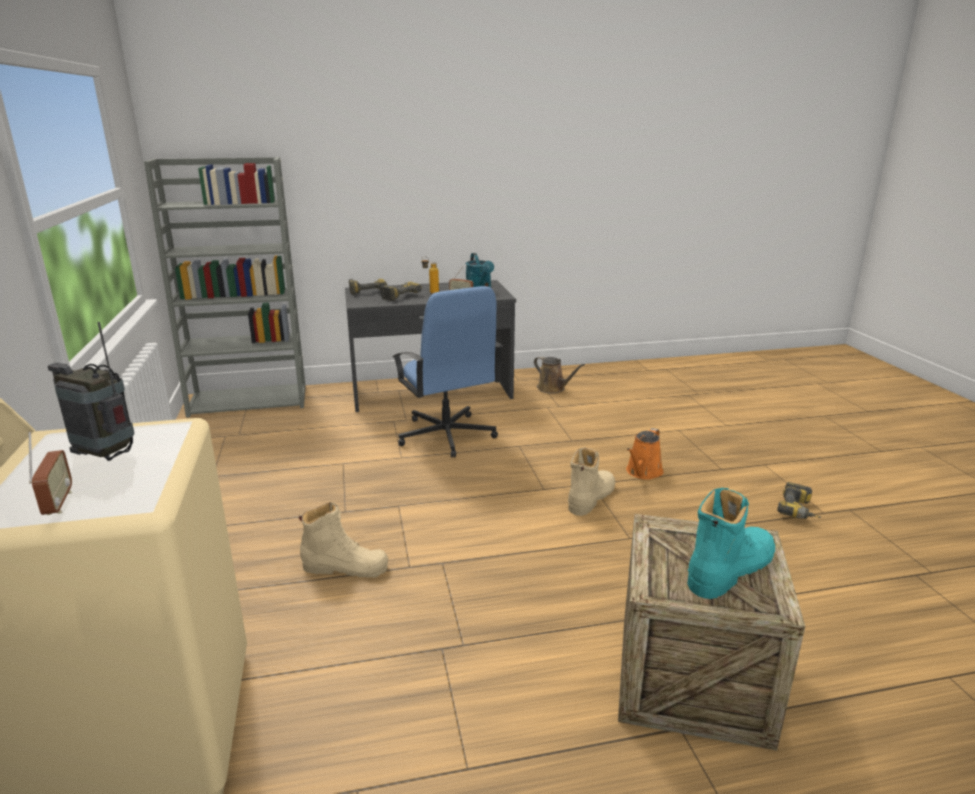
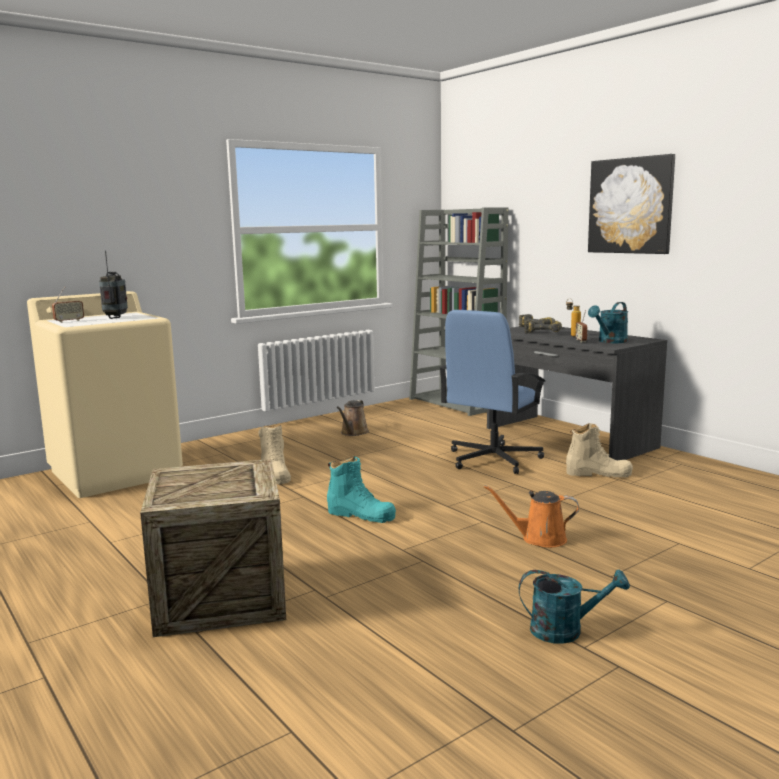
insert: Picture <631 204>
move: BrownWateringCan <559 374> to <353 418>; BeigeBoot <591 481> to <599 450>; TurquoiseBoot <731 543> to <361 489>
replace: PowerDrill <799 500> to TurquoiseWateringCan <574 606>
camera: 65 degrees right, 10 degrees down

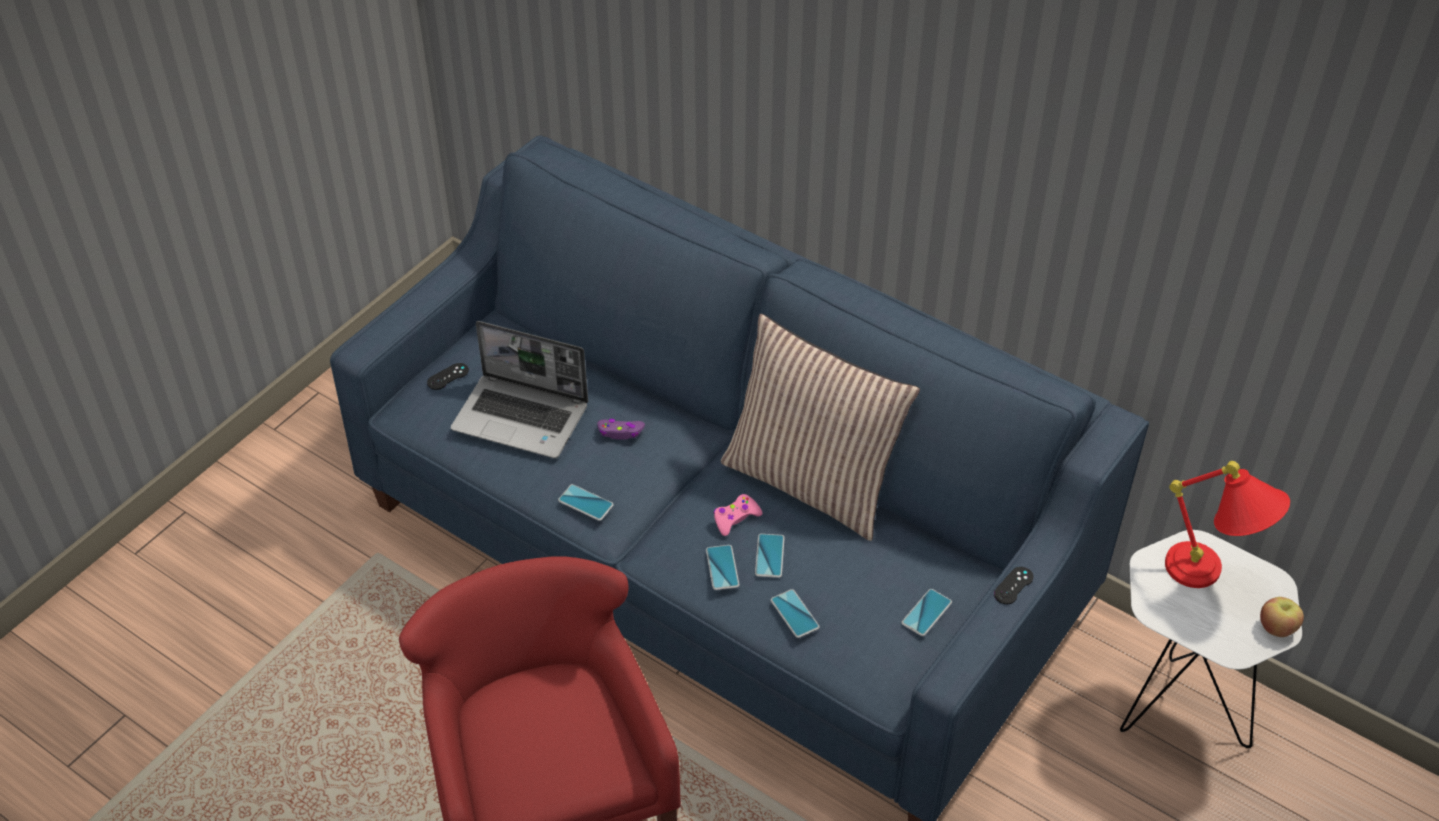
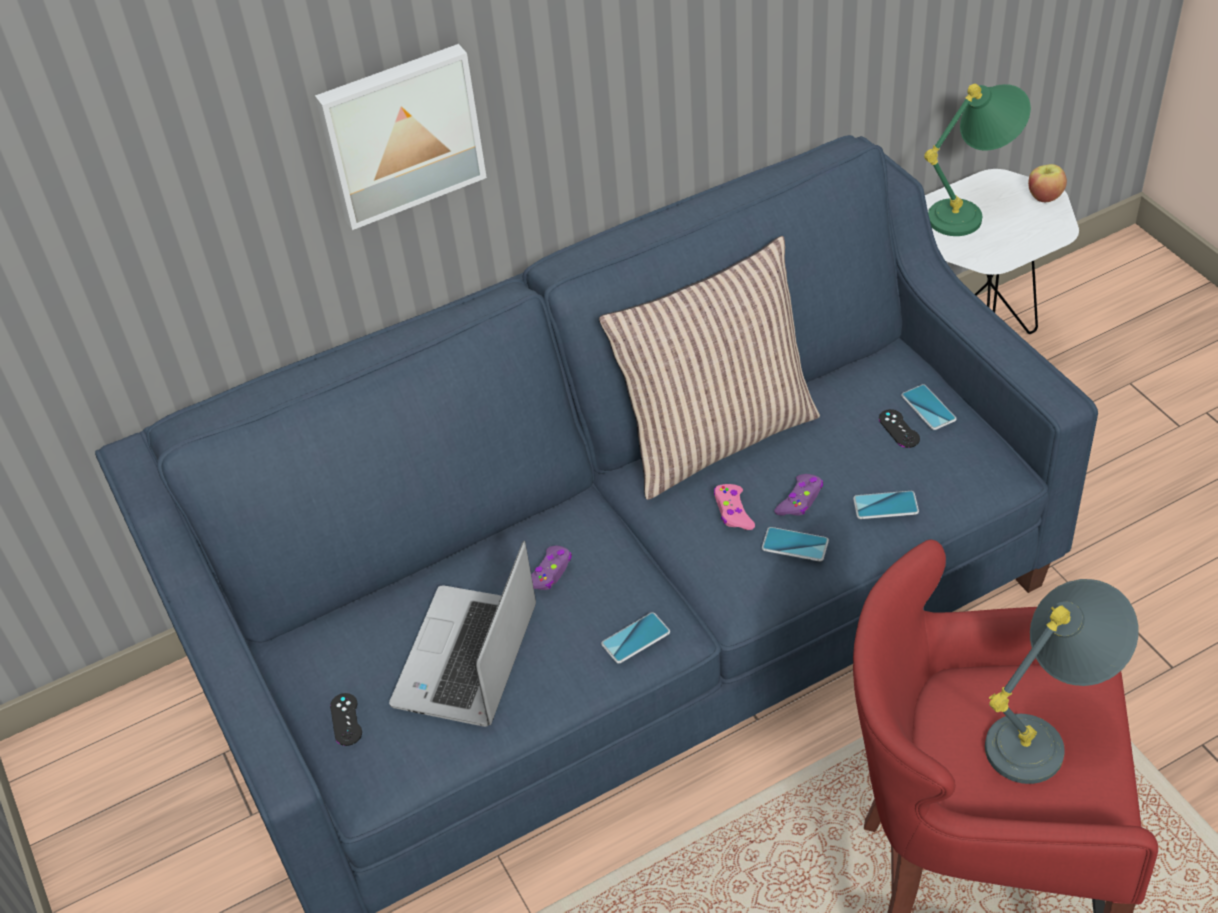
insert: Picture <401 137>; GreyTableLamp <1061 681>
move: BlackGameController <1013 585> to <899 428>
replace: Phone <769 556> to PurpleGameController <798 495>
recolor: RedTableLamp <1227 524> to GreenTableLamp <977 160>
rotate: Laptop <519 389> = <462 634> 150 degrees clockwise
camera: 60 degrees left, 0 degrees up

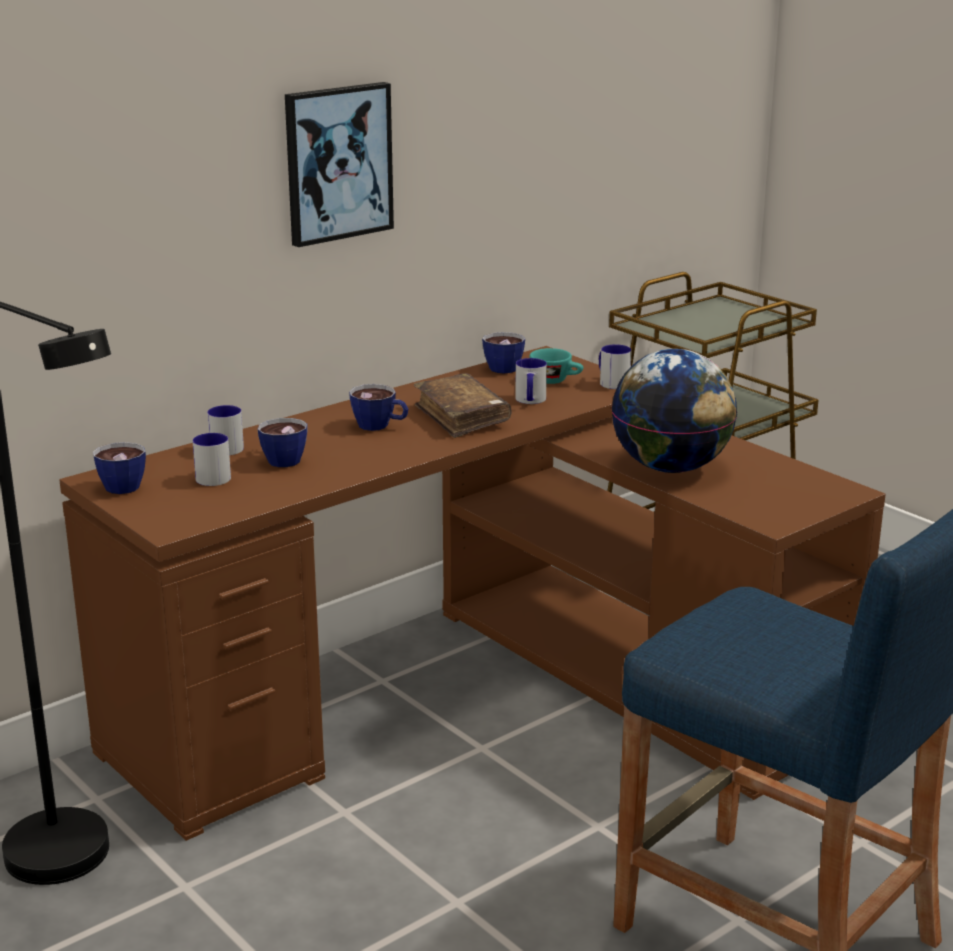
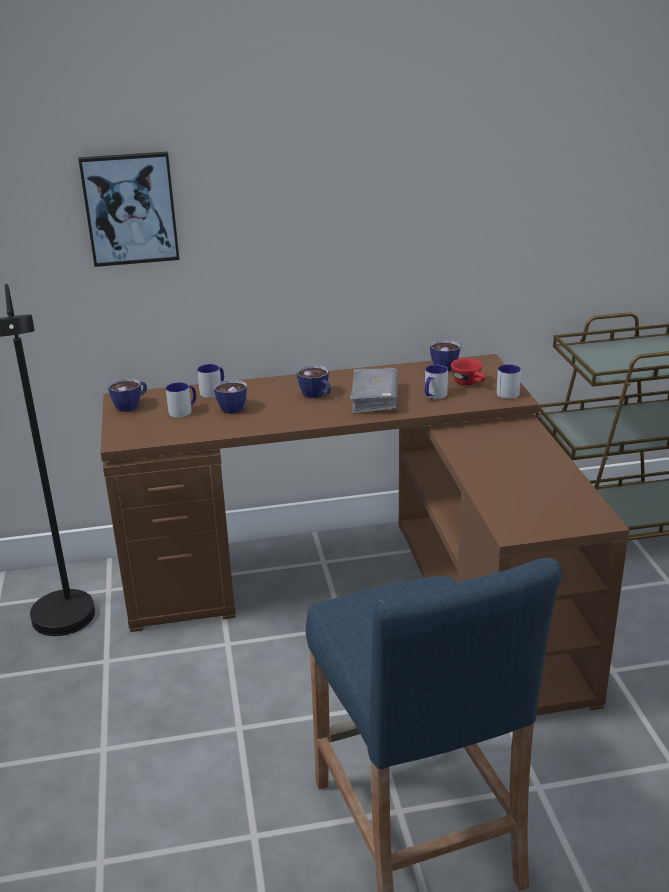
delete: Globe <674 411>
move: Picture <339 164> to <129 209>
recolor: BrownBook <463 405> to GreyBook <374 391>; TurquoiseCup <556 366> to RedCup <468 372>
camera: 30 degrees right, 5 degrees up

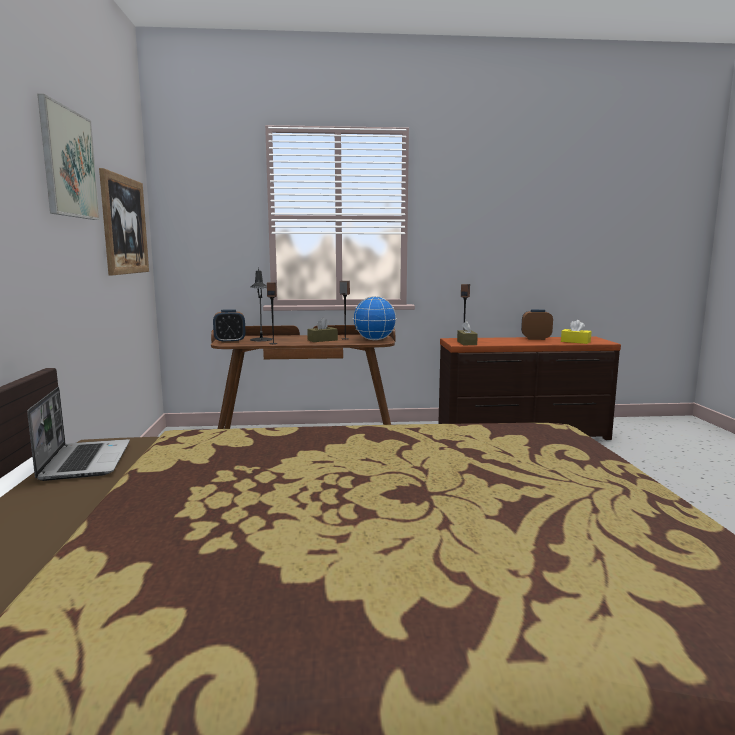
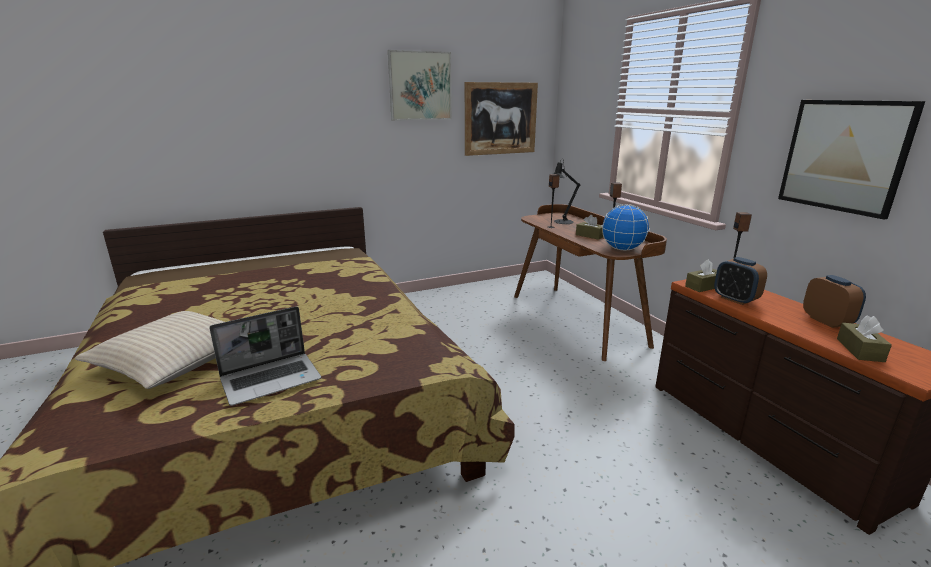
insert: BeigePillow <149 350>; Picture <851 160>
move: Laptop <78 434> to <265 356>; AlarmClock <229 326> to <740 281>
recolor: YellowTissueBox <576 332> to BrownTissueBox <864 338>
camera: 70 degrees right, 10 degrees up

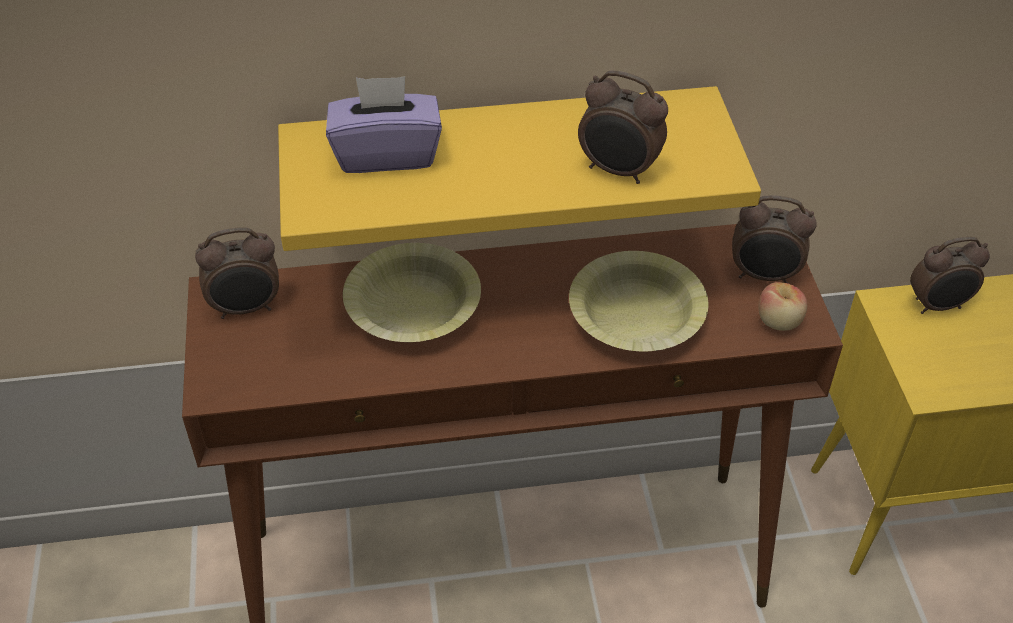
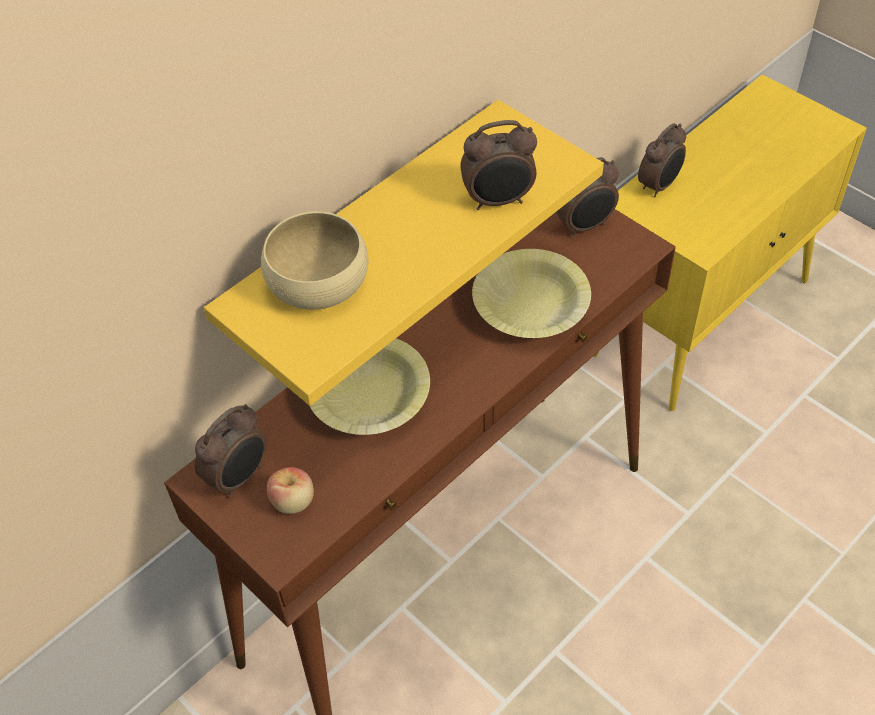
move: Apple <782 306> to <290 490>
replace: PurpleTissueBox <384 124> to BeigeBowl <314 260>
camera: 35 degrees left, 5 degrees up

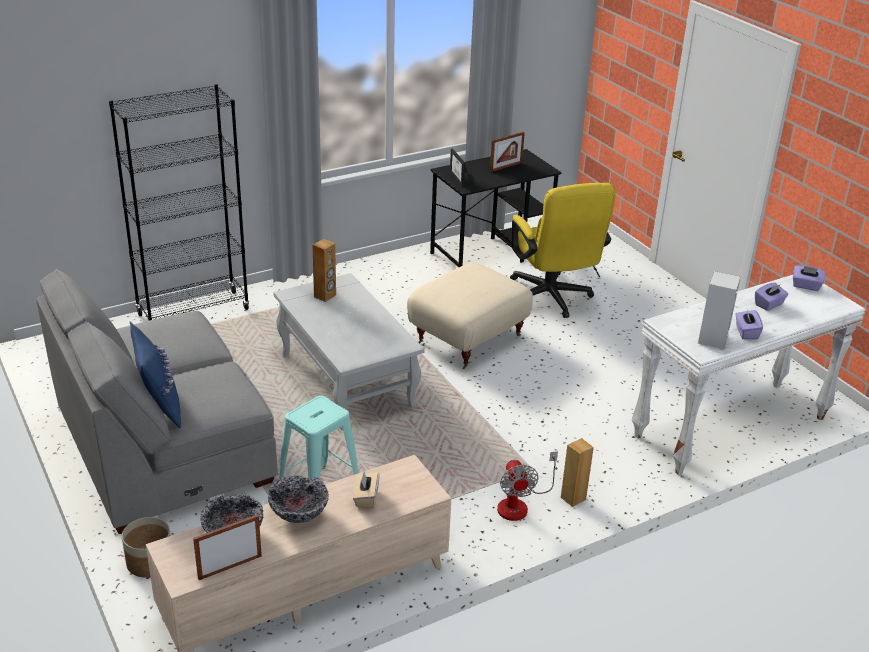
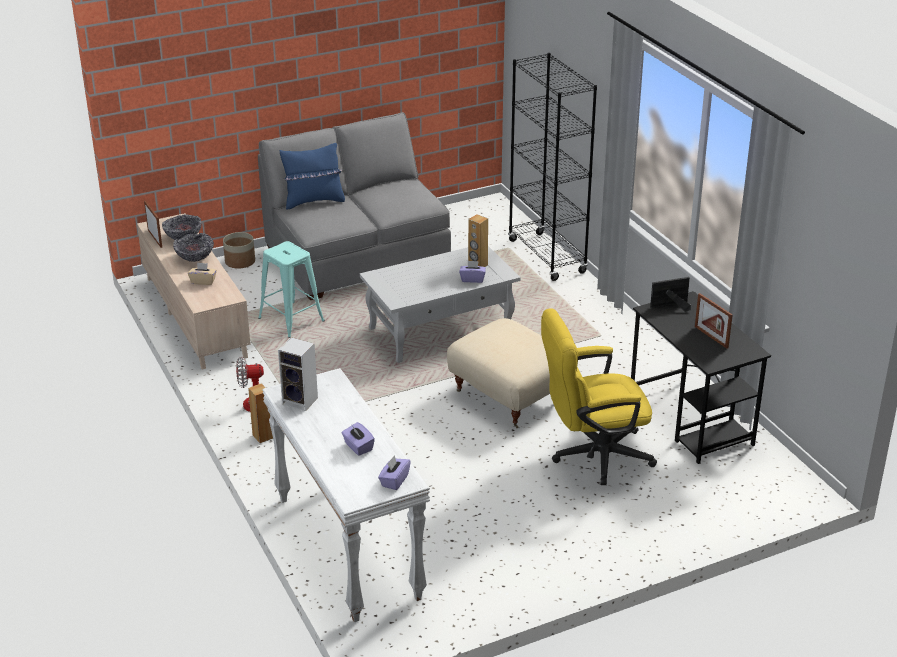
move: PurpleTissueBox <749 325> to <472 272>
camera: 95 degrees right, 0 degrees up

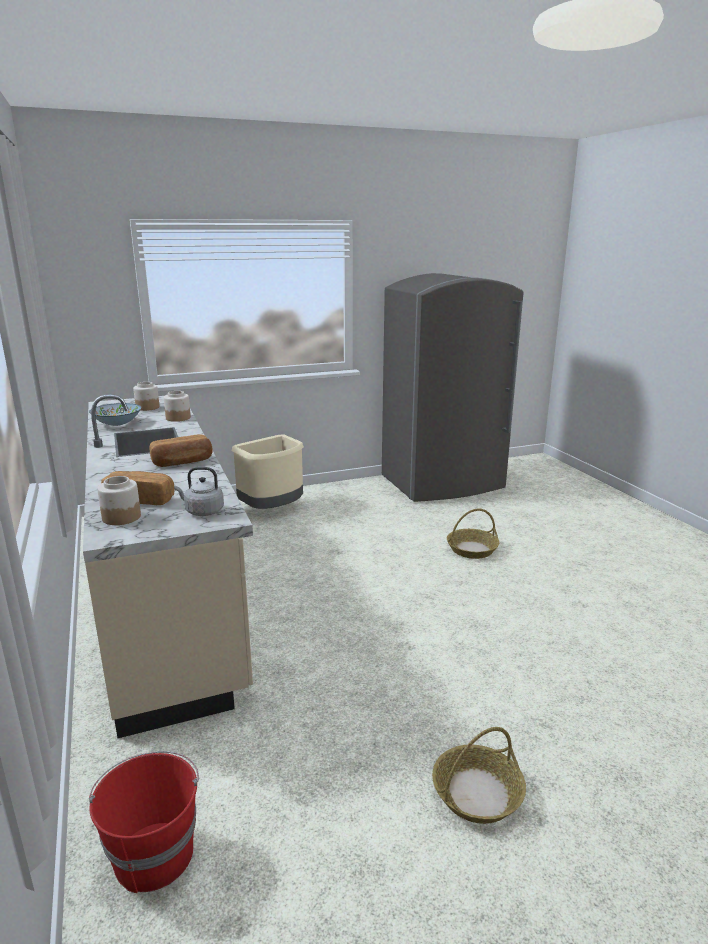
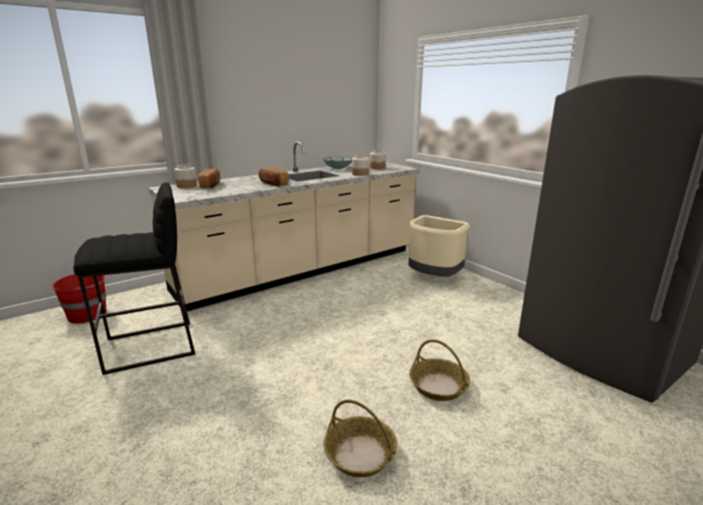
delete: GreyKettle <199 491>
insert: BlackStool <134 278>
move: Basket <479 775> to <360 438>
camera: 75 degrees right, 0 degrees up

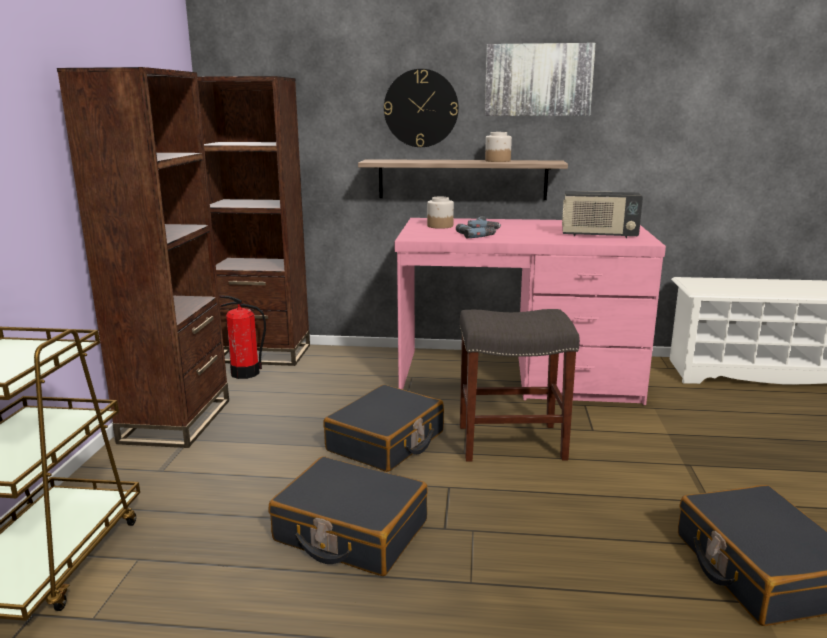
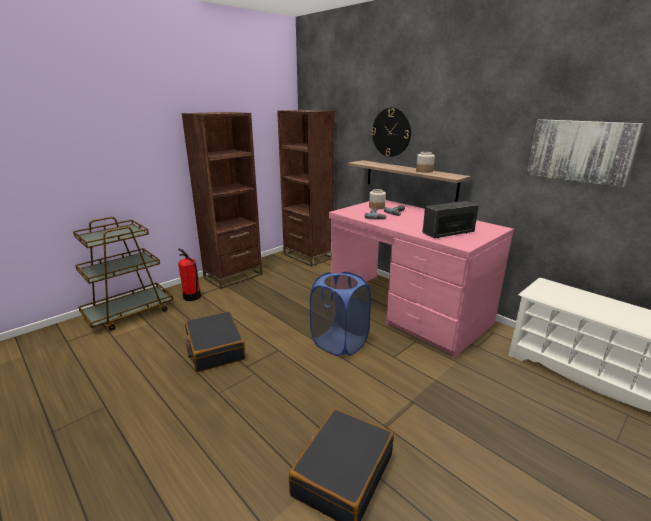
delete: BlackSuitcase <383 428>
move: FireExtinguisher <242 337> to <189 275>; Picture <540 79> to <585 153>
replace: GreyStool <520 385> to BlueLaundryBasket <340 314>
rotate: Radio <602 214> = <451 220> 105 degrees clockwise
camera: 40 degrees right, 5 degrees up

